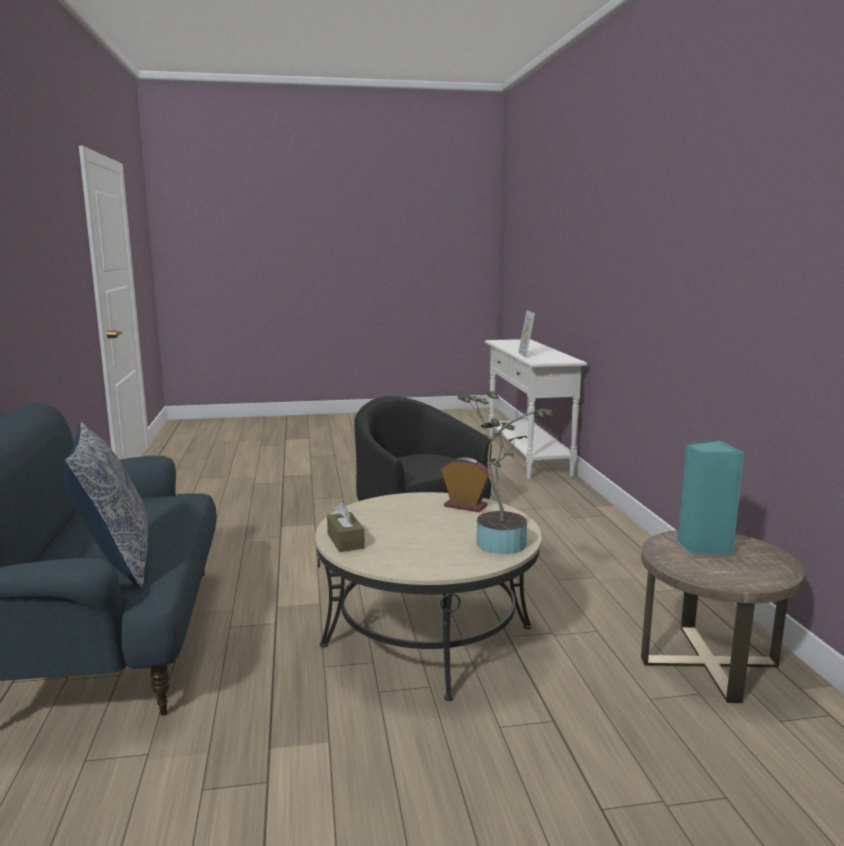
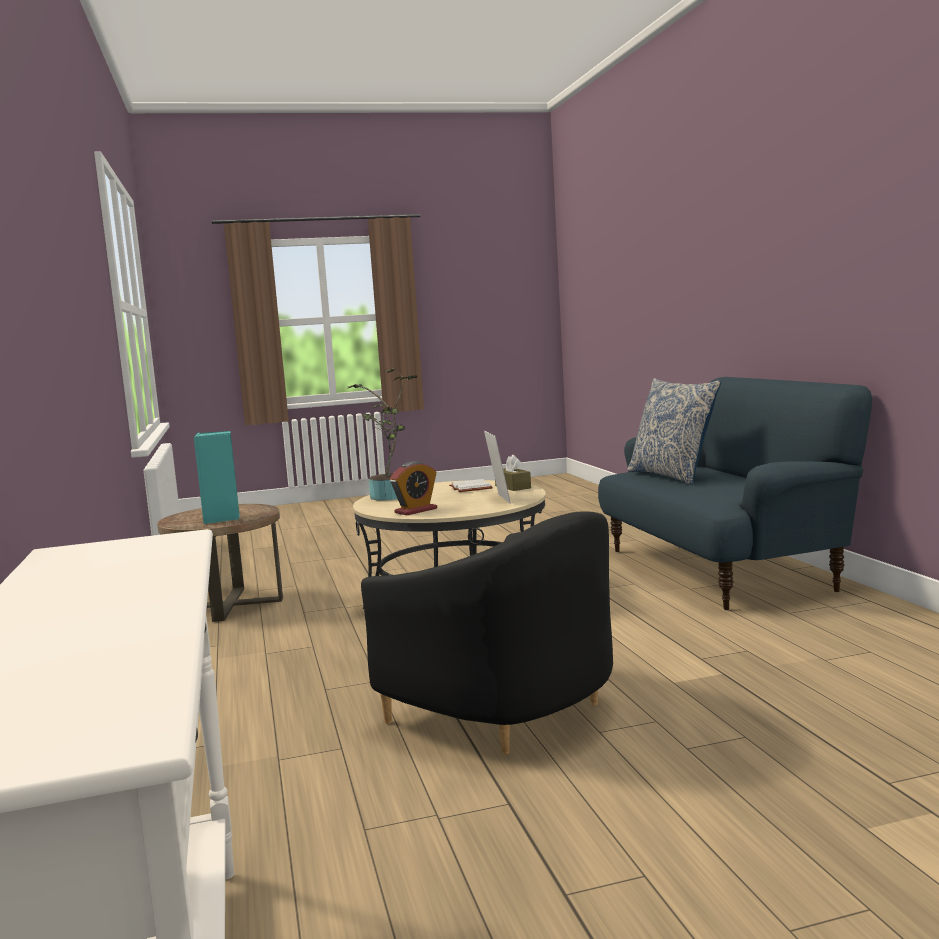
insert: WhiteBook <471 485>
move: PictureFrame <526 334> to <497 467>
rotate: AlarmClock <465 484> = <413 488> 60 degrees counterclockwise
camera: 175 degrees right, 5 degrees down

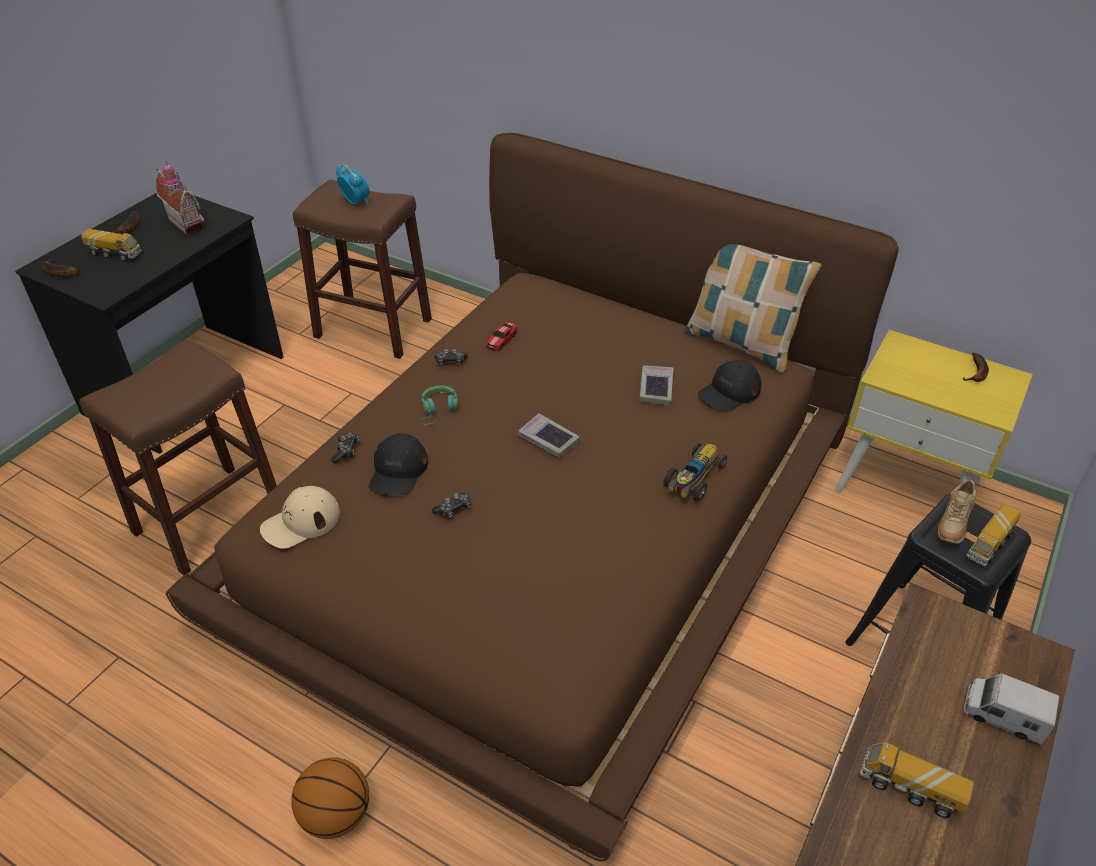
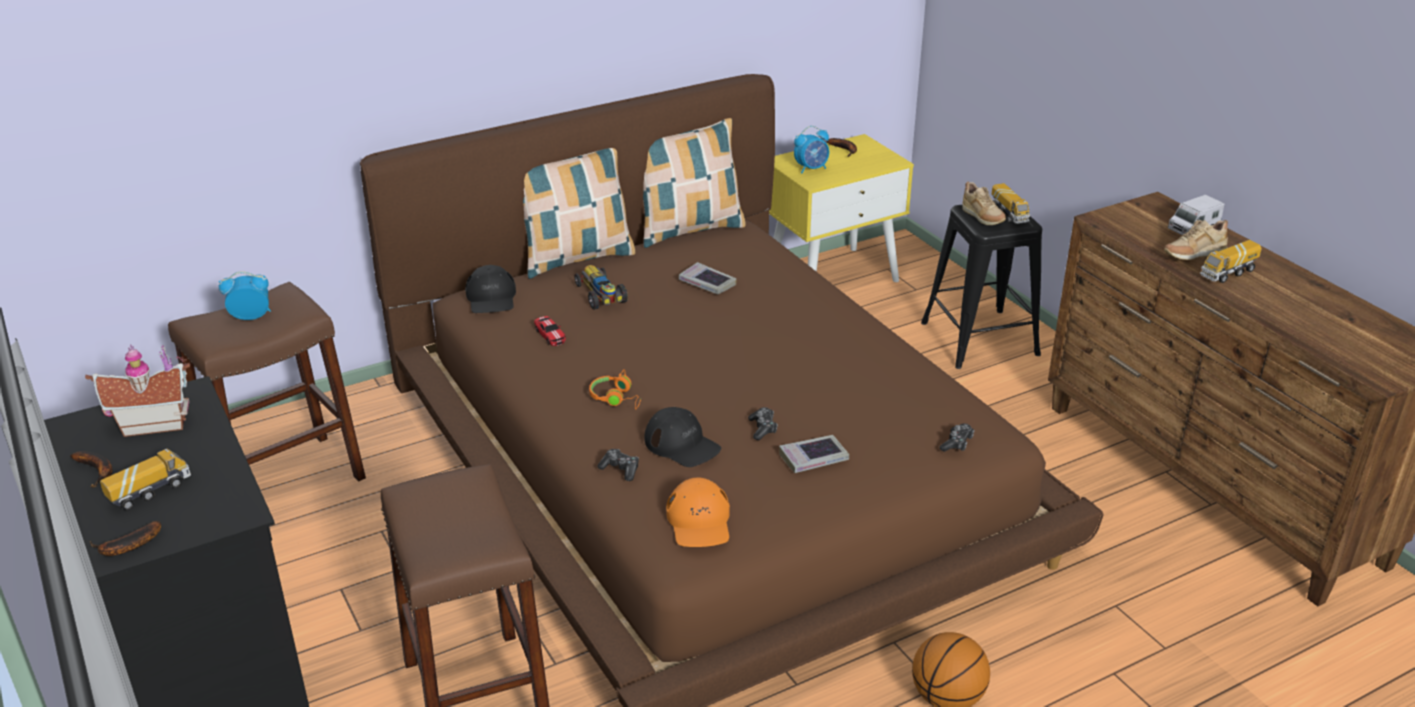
insert: Pillow <579 213>; AlarmClock <811 149>; BeigeShoe <1196 240>
move: GameController <451 357> to <956 438>; Book <549 435> to <814 454>; ToyCar <695 472> to <601 287>; BlackCap <729 386> to <490 289>
recolor: BeigeCap <300 517> to OrangeCap <698 512>; TurquoiseHeadphones <439 405> to OrangeHeadphones <615 389>
camera: 60 degrees left, 10 degrees down

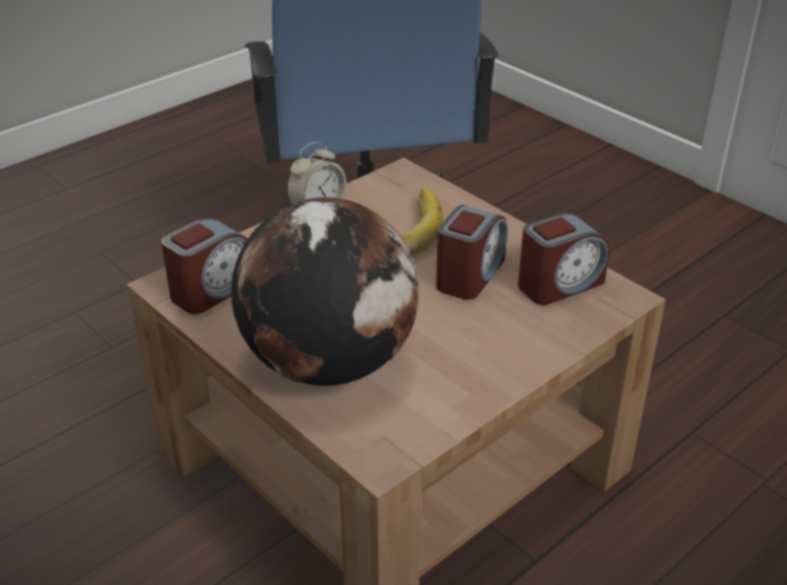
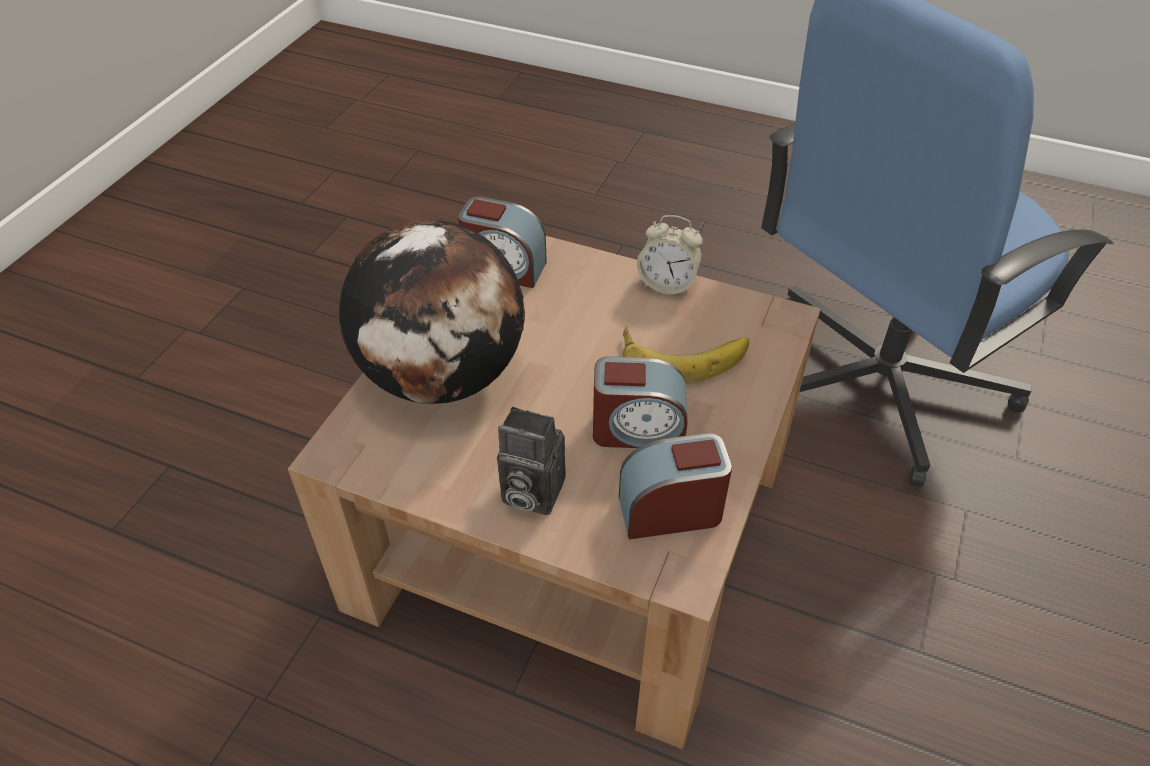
insert: PhotoCamera <531 461>
rotate: AlarmClock <563 259> = <675 486> 135 degrees clockwise
camera: 65 degrees right, 10 degrees up

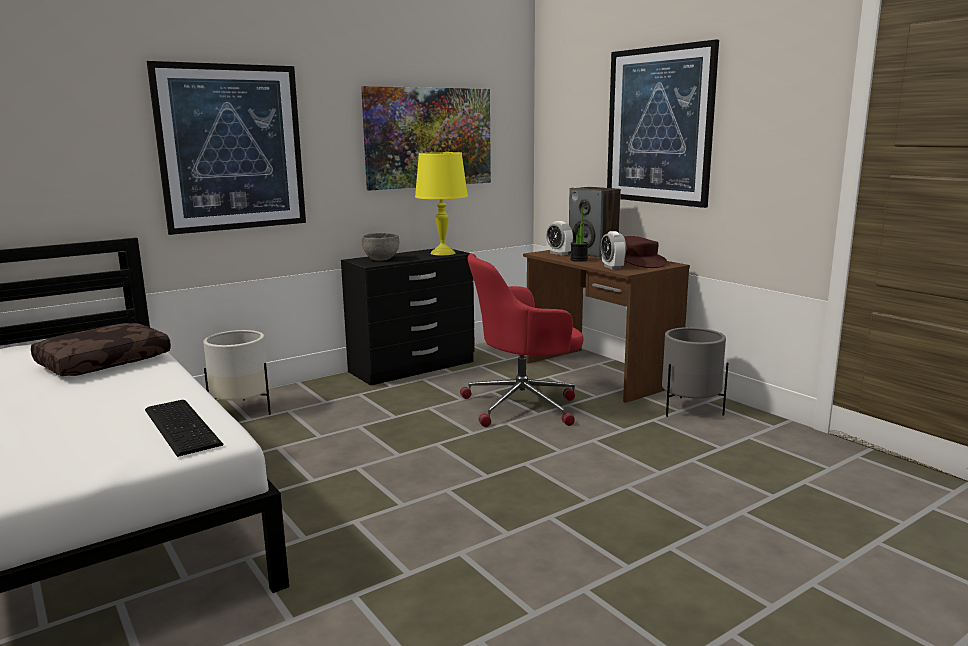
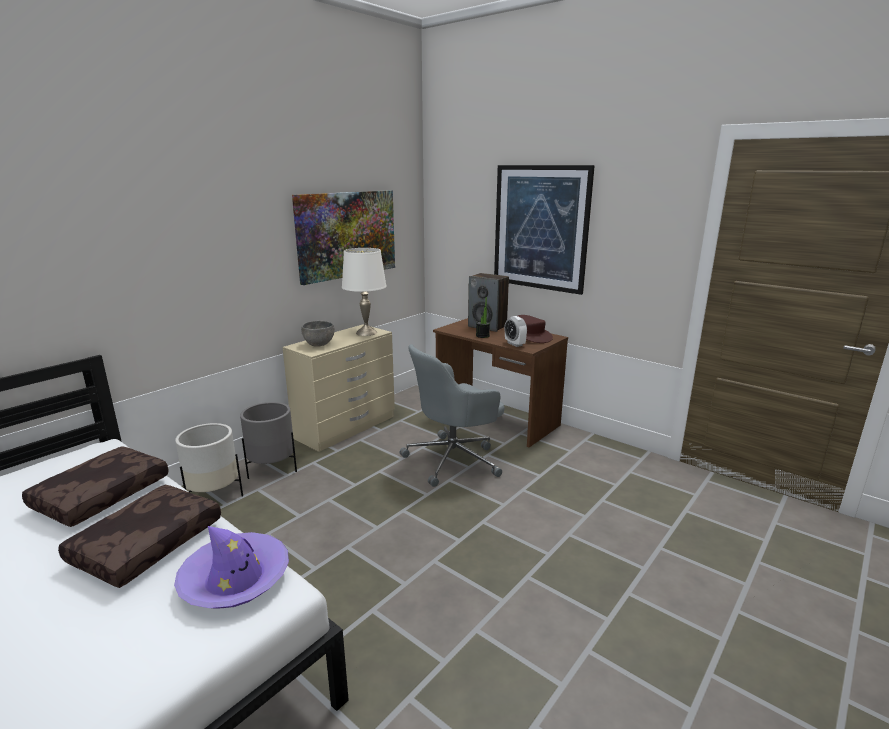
delete: Picture <226 148>; AlarmClock <559 238>
insert: BrownPillow <139 536>
move: GreyPlanter <695 372> to <268 440>
replace: Keyboard <184 428> to PurpleHat <231 567>
recolor: BlackDresser <408 317> to BeigeDresser <338 388>; YellowTableLamp <441 204> to WhiteTableLamp <364 292>; RedOfficeChair <522 340> to GreyOfficeChair <452 415>
camera: 15 degrees left, 5 degrees up

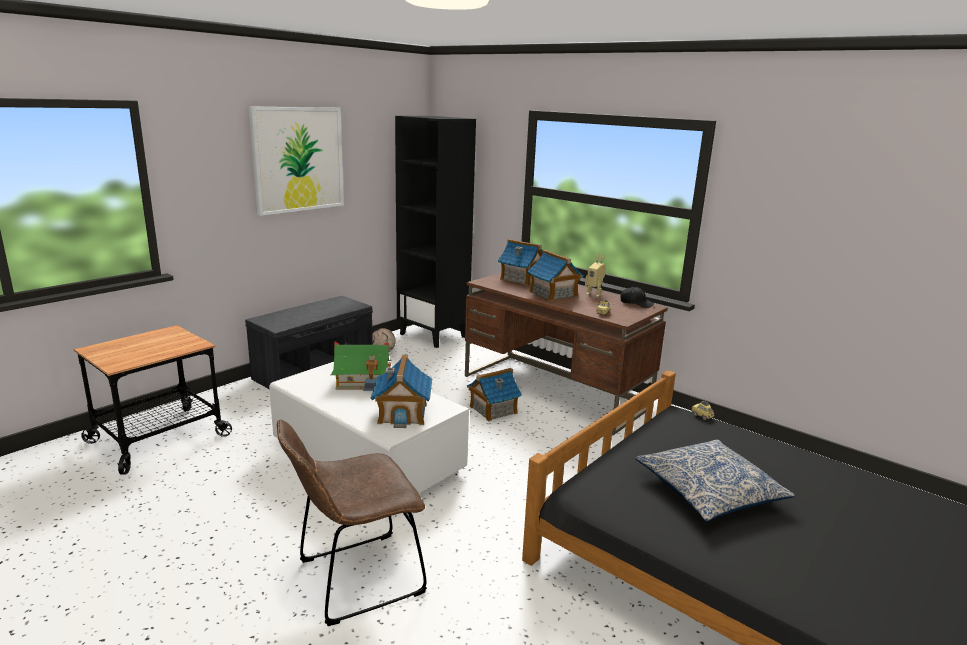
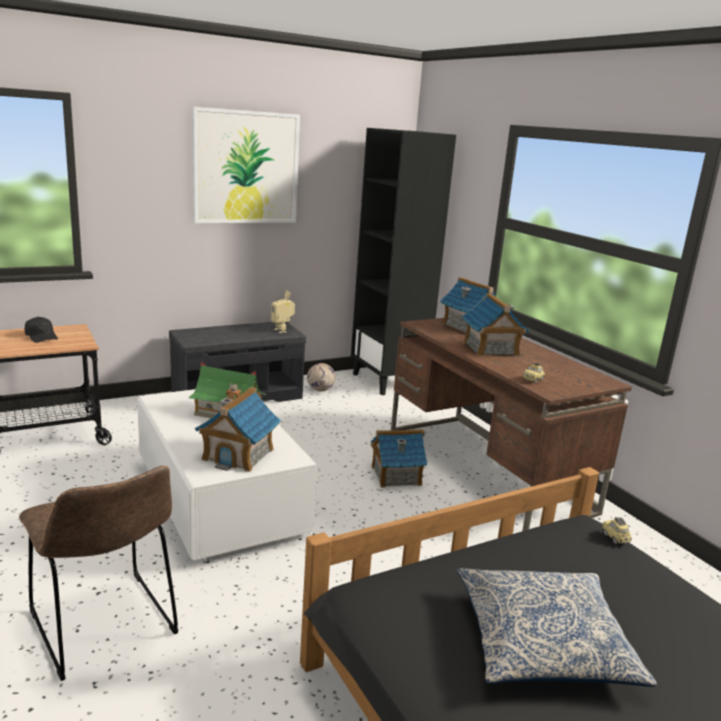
move: ToyRobot <595 275> to <283 311>; BlackCap <637 297> to <41 330>
rotate: BrownChair <352 522> = <99 573> 120 degrees counterclockwise
camera: 20 degrees right, 0 degrees up

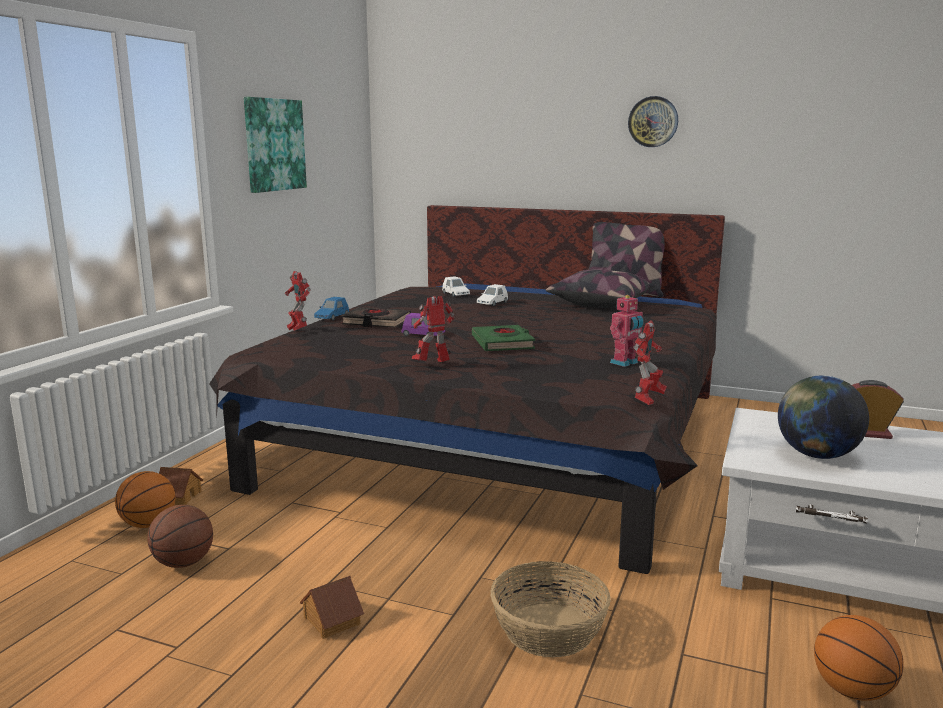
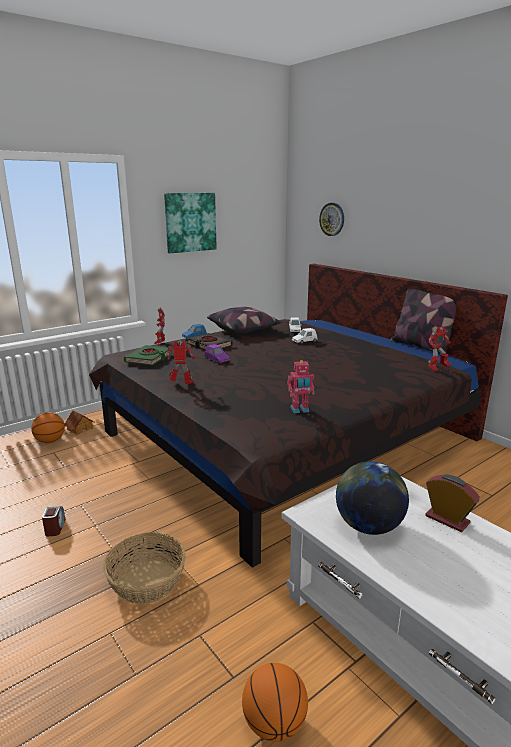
delete: Basketball <180 536>
move: GreenBook <503 338> to <148 355>; Pillow <600 288> to <244 320>; WallClock <653 121> to <331 219>; ToyRobot <650 362> to <439 348>
replace: ToyHouse <332 607> to AlarmClock <53 521>
camera: 30 degrees right, 5 degrees up

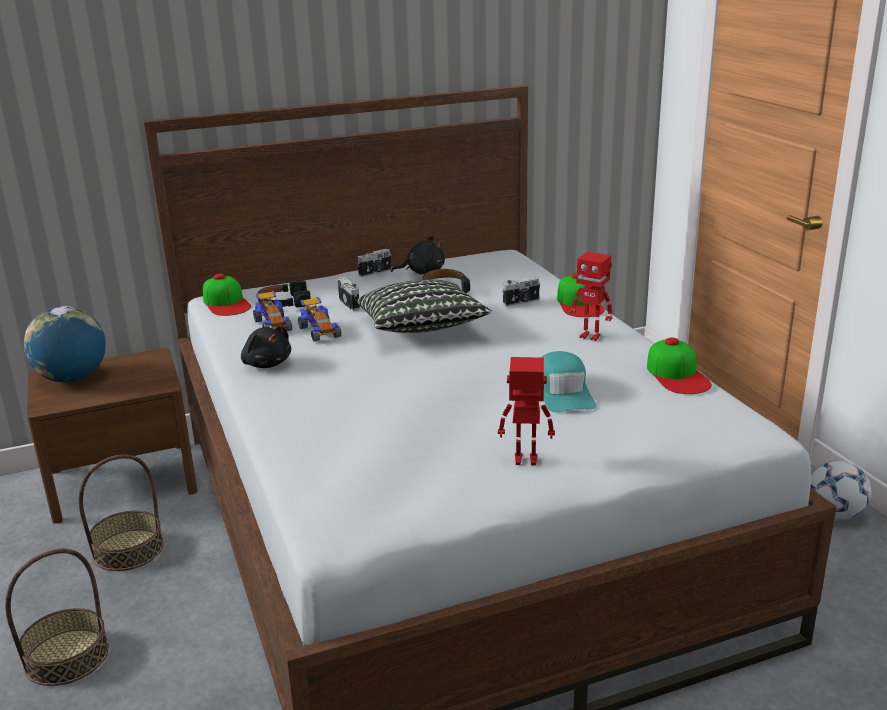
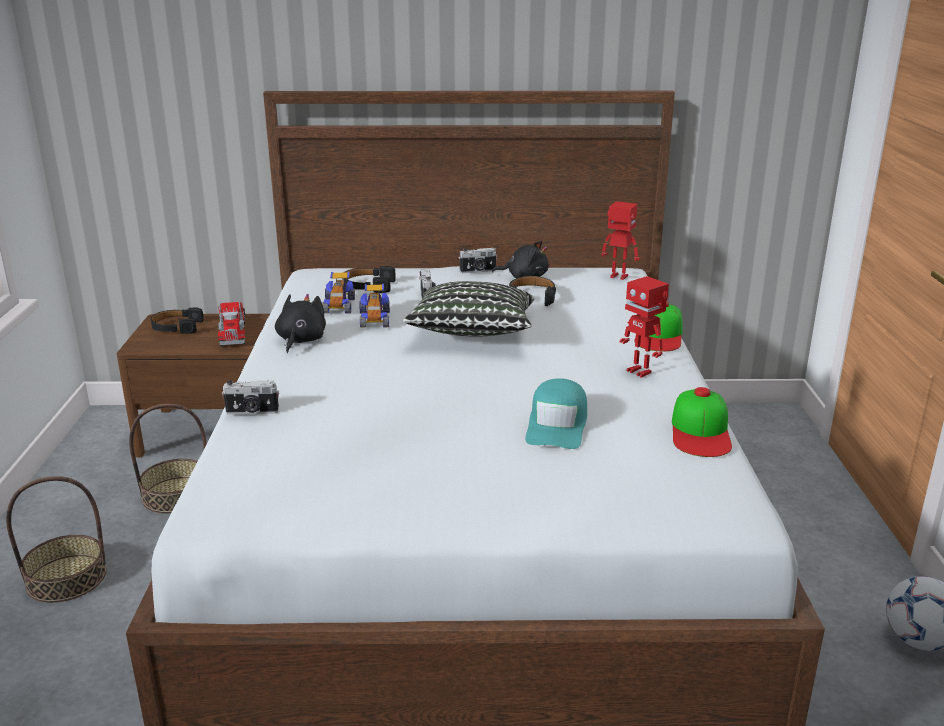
delete: Cap <227 295>
insert: ToyTruck <231 323>
move: ToyRobot <526 411> to <621 240>; PhotoCamera <521 291> to <250 397>
replace: Globe <65 344> to BlackHeadphones <177 320>
rotate: BlackPlushToy <266 347> = <300 323> 150 degrees counterclockwise
camera: 20 degrees right, 0 degrees up

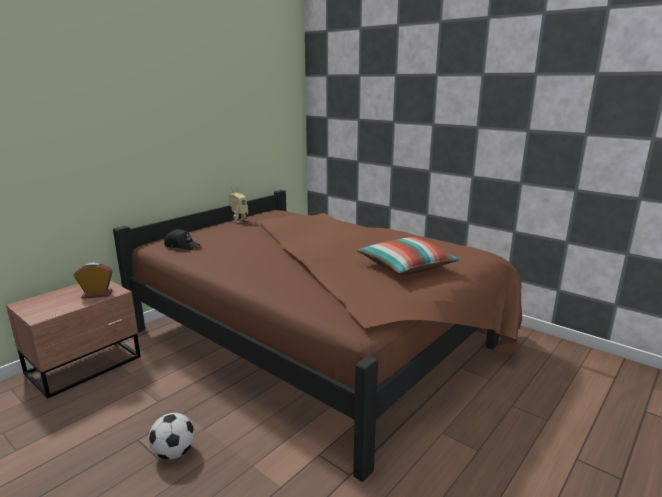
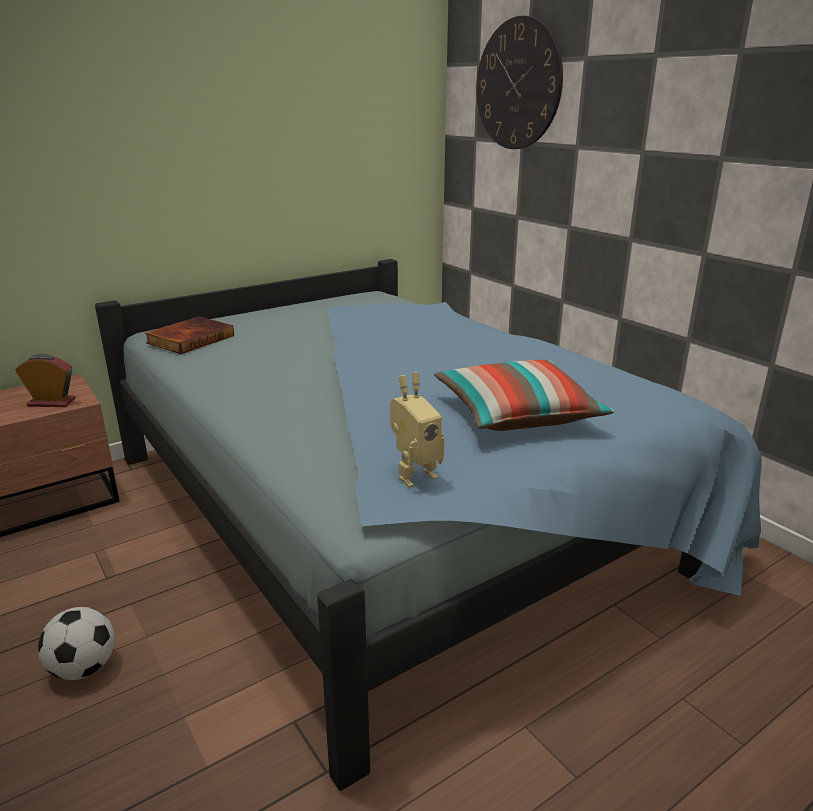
insert: WallClock <519 82>
move: ToyRobot <238 204> to <417 430>
replace: BlackCap <182 239> to Book <189 335>
recolor: BrownBed <317 336> to BlueBed <428 525>
camera: 15 degrees right, 5 degrees up

